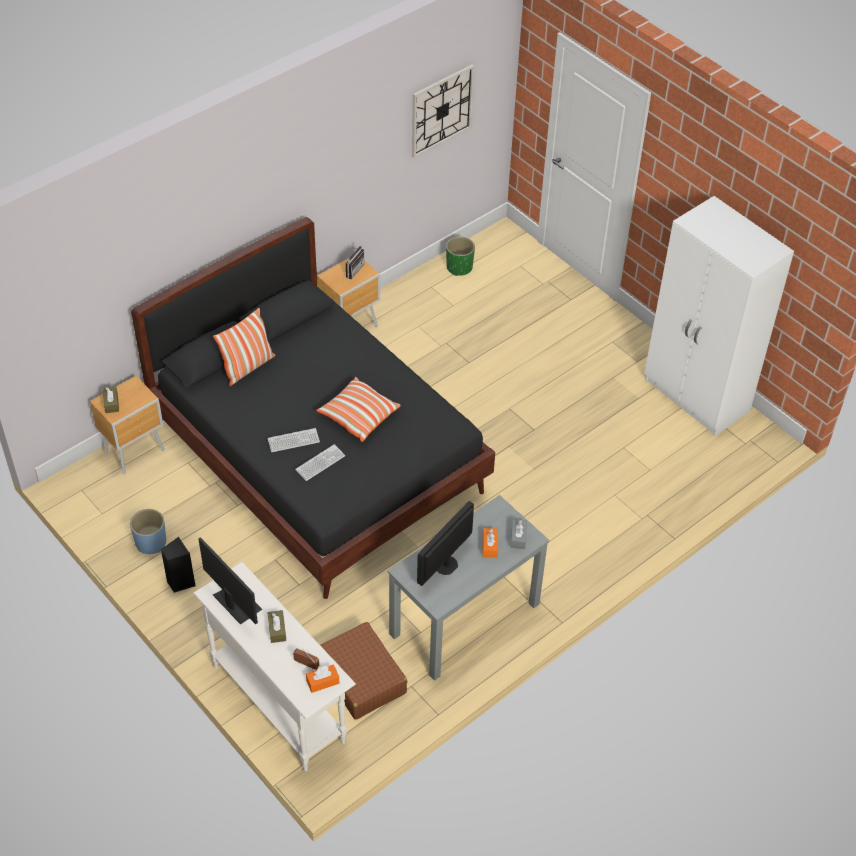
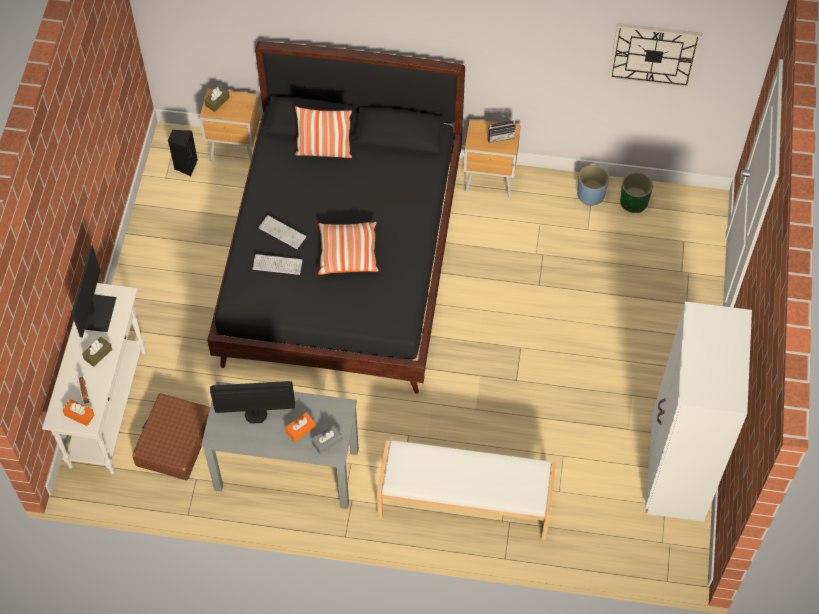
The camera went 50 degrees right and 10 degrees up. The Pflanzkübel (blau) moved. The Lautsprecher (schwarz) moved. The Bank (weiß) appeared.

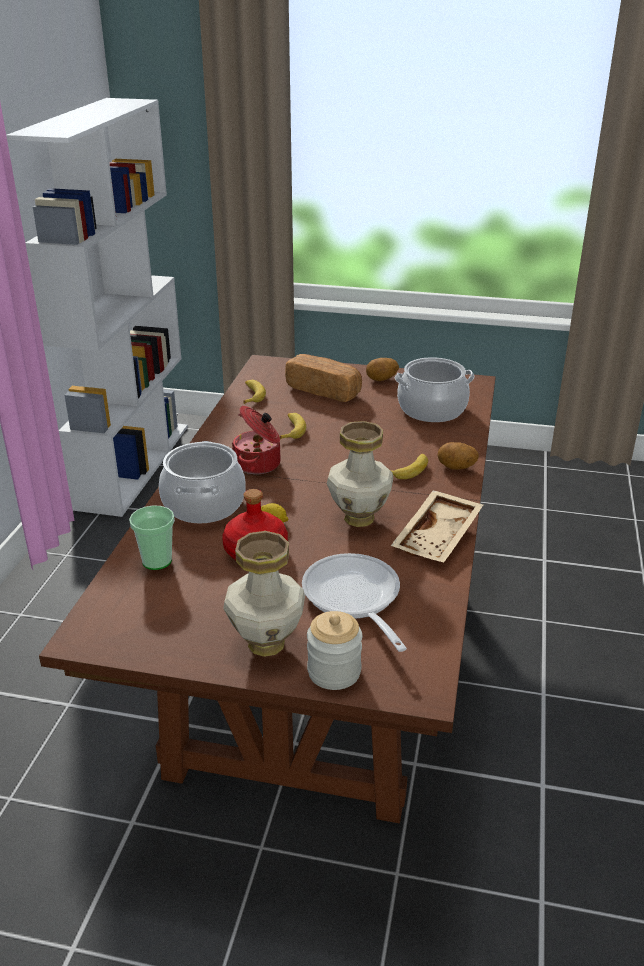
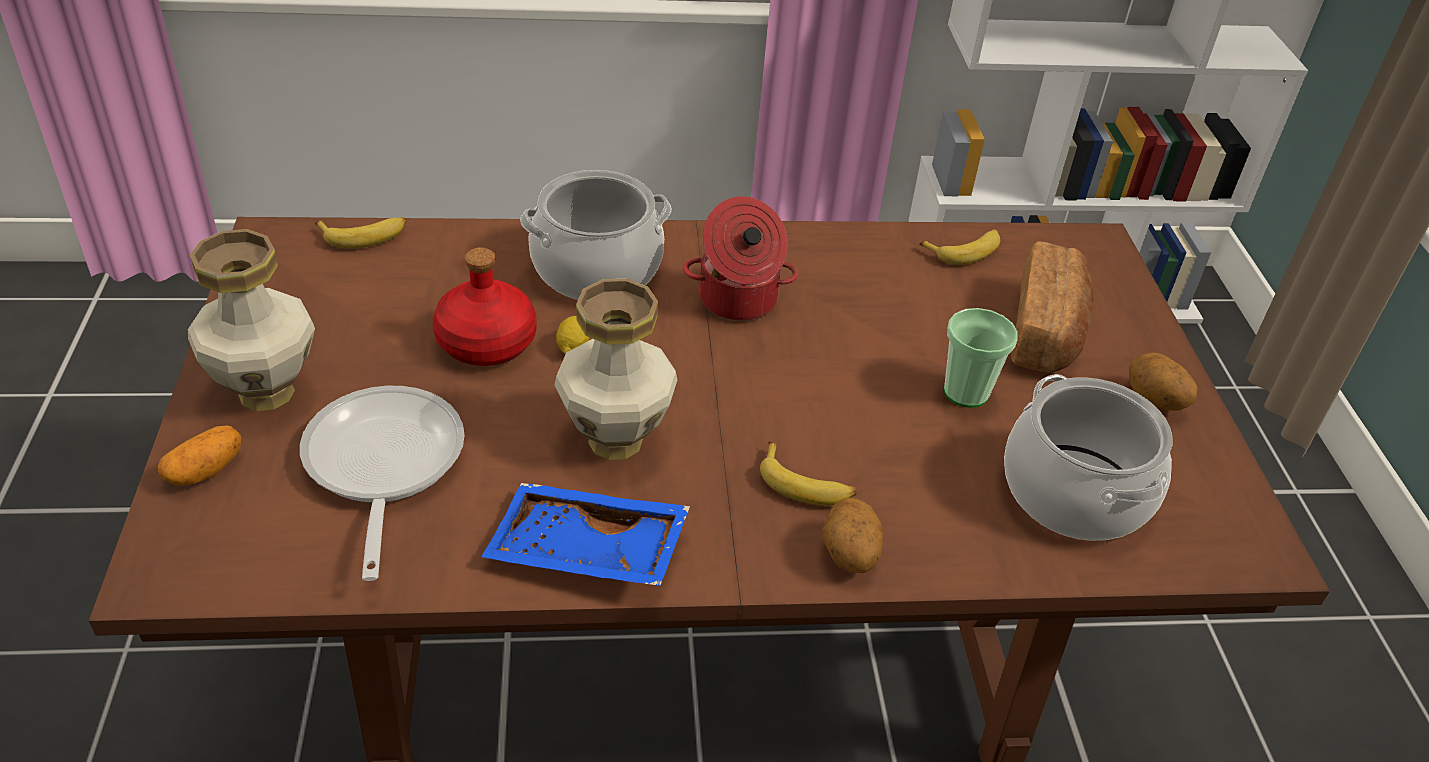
The camera went 70 degrees right and 10 degrees up. The Tasse moved. The Banane (2nd from left in the first image) moved. The Pfanne turned 60 degrees counterclockwise. The Vorratsglas was replaced by the Kartoffel (1st from left). The Tablett (beige) became the Tablett (blau).

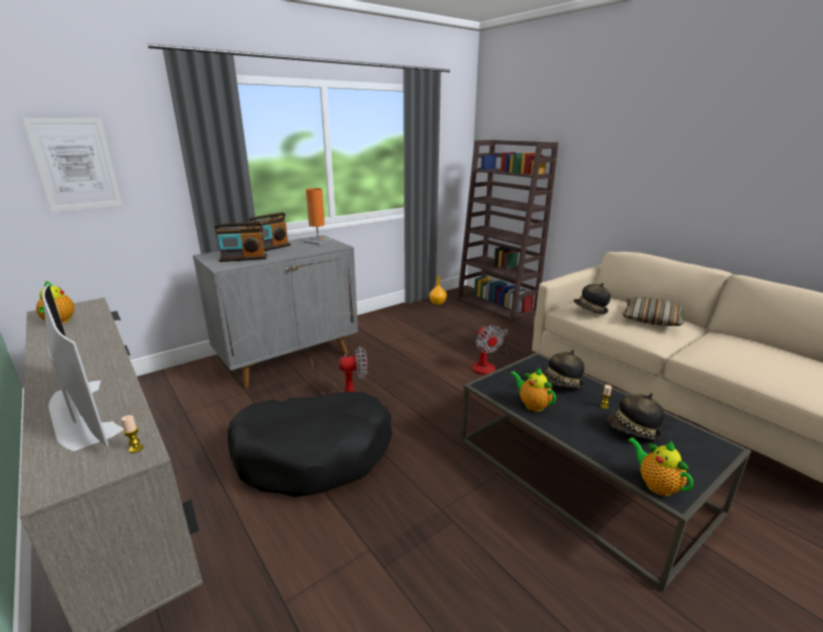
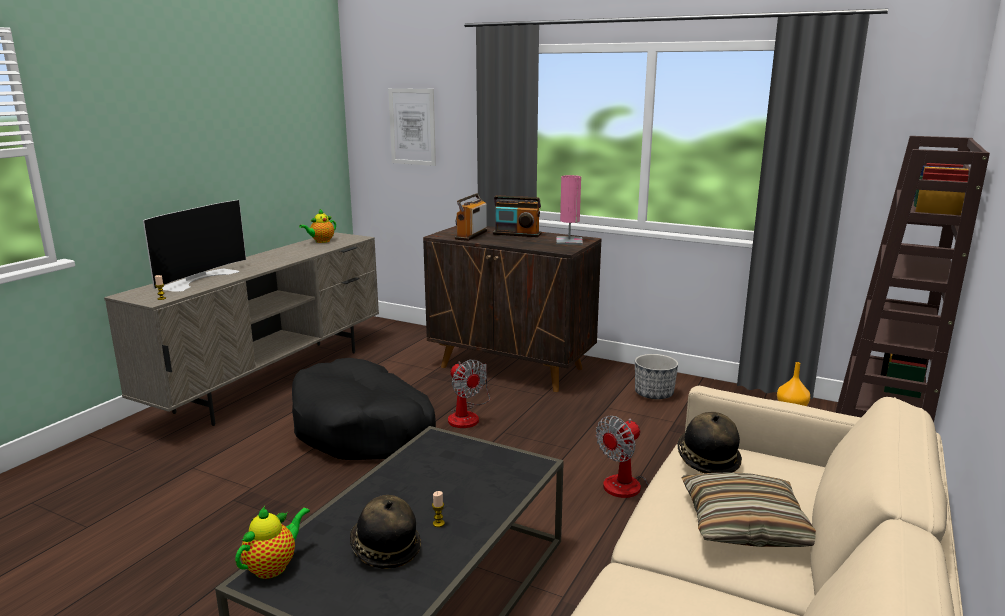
The camera went 65 degrees right and 5 degrees down. The Schrank (grau) became the Schrank (braun). The Radio (1st from left) turned 60 degrees clockwise. The Tischlampe (orange) became the Tischlampe (rosa). The Teekanne (2nd from left) disappeared. The Hut (1st from left) disappeared. The Pflanzkübel appeared.

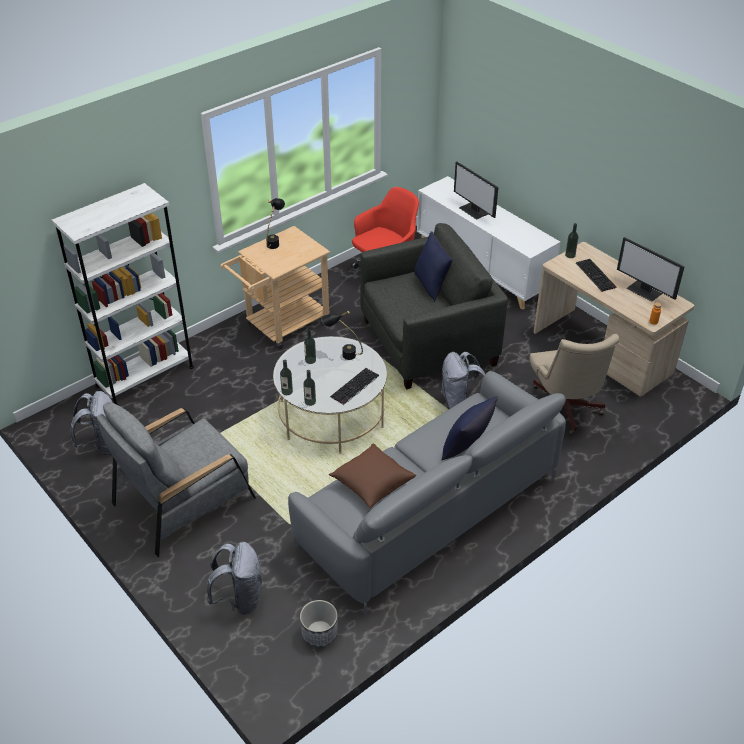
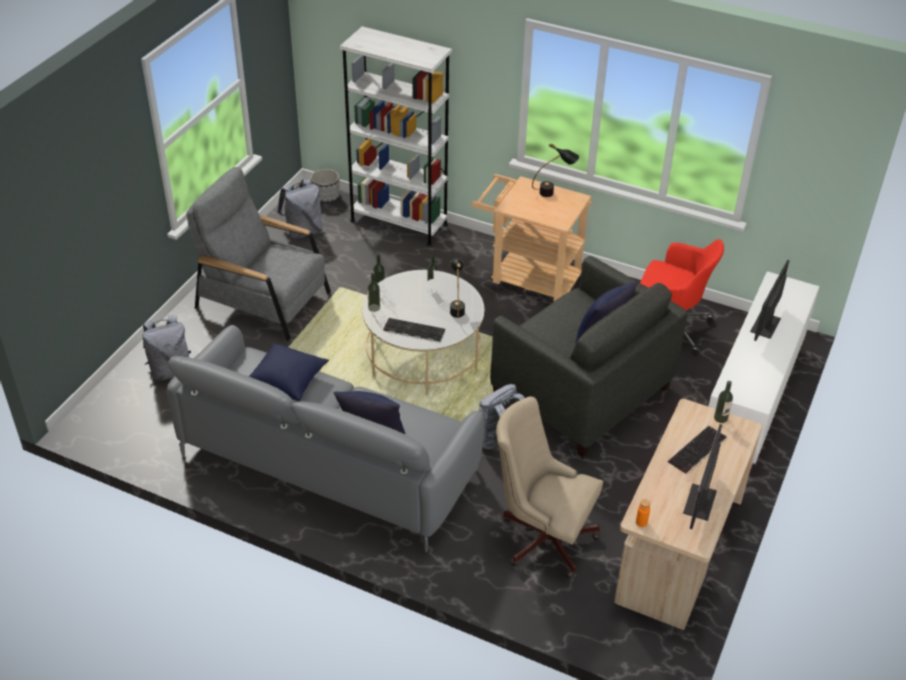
The camera went 65 degrees right and 0 degrees up. The Pflanzkübel moved. The Kissen (braun) became the Kissen (blau) (1st from left). The Bürostuhl (beige) turned 60 degrees clockwise.

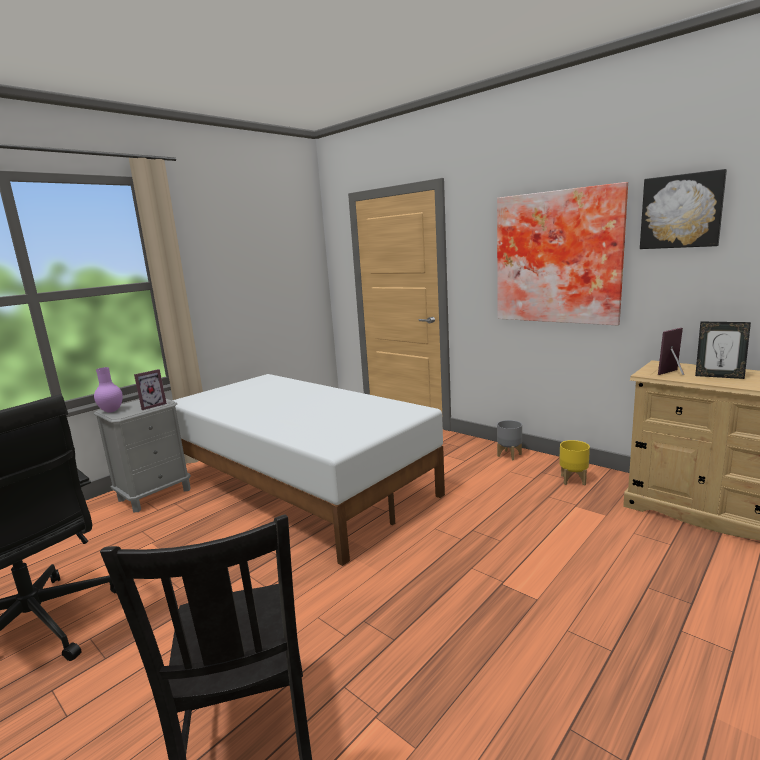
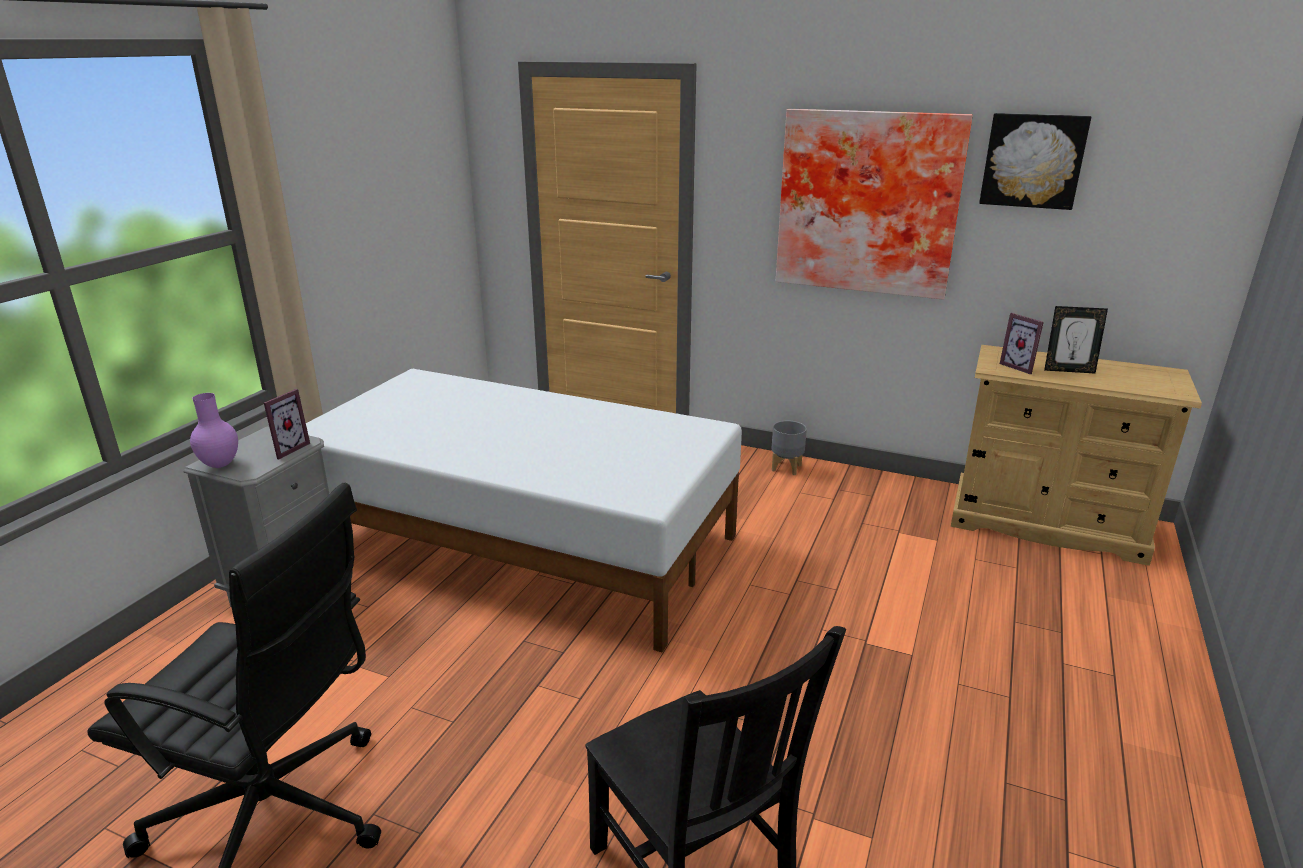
The camera went 20 degrees left and 10 degrees up. The Pflanzkübel (gelb) disappeared. The Bilderrahmen (2nd from left) turned 75 degrees counterclockwise.

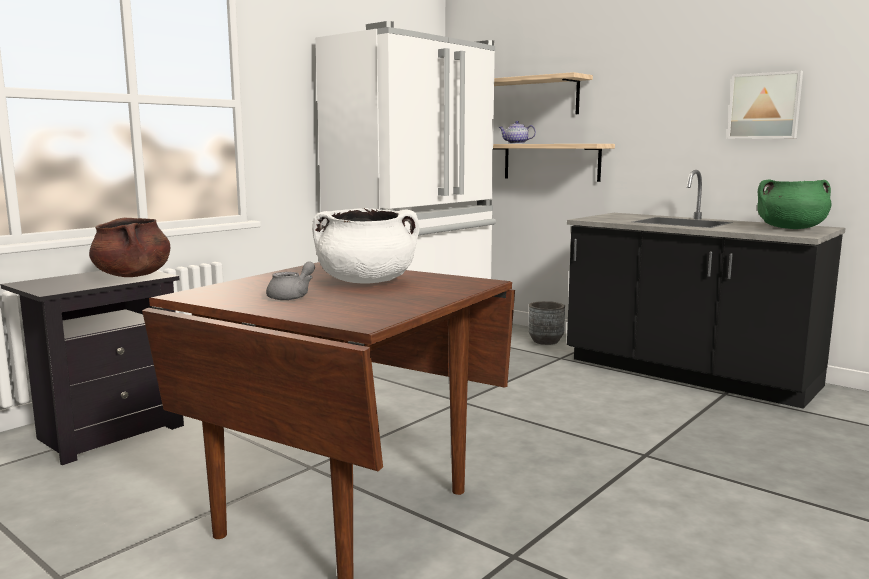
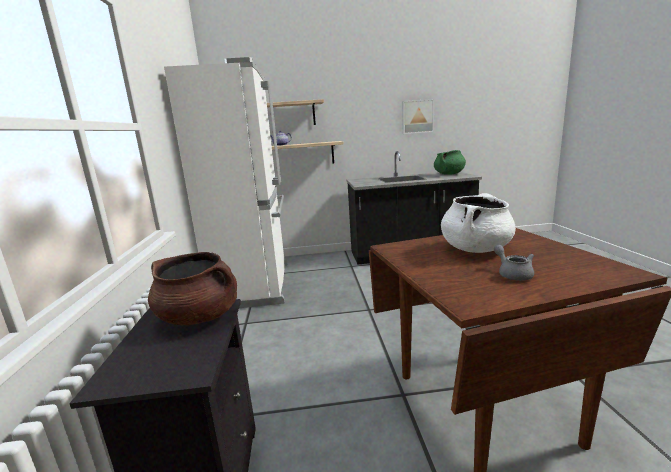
The camera went 45 degrees left and 5 degrees up. The Pflanzkübel (grau) disappeared.

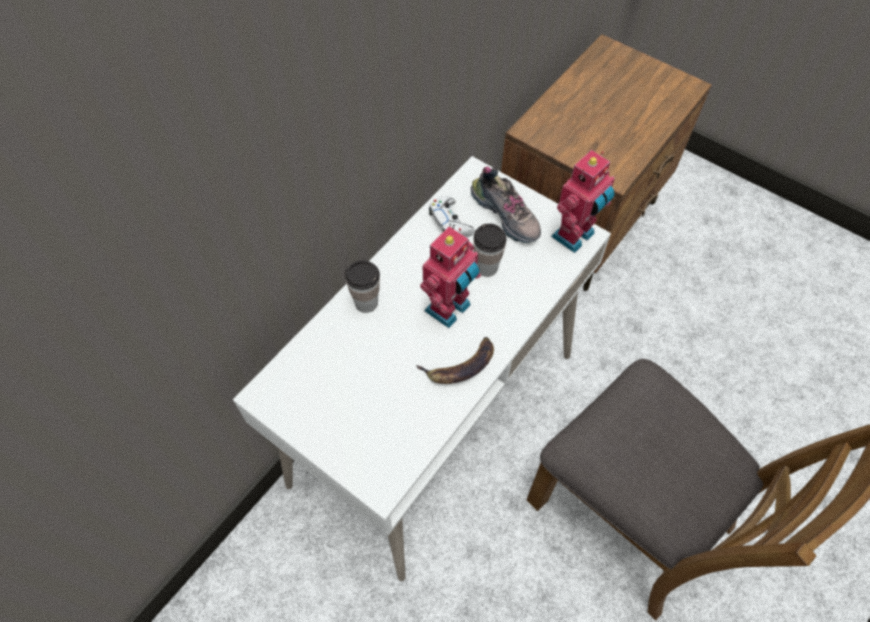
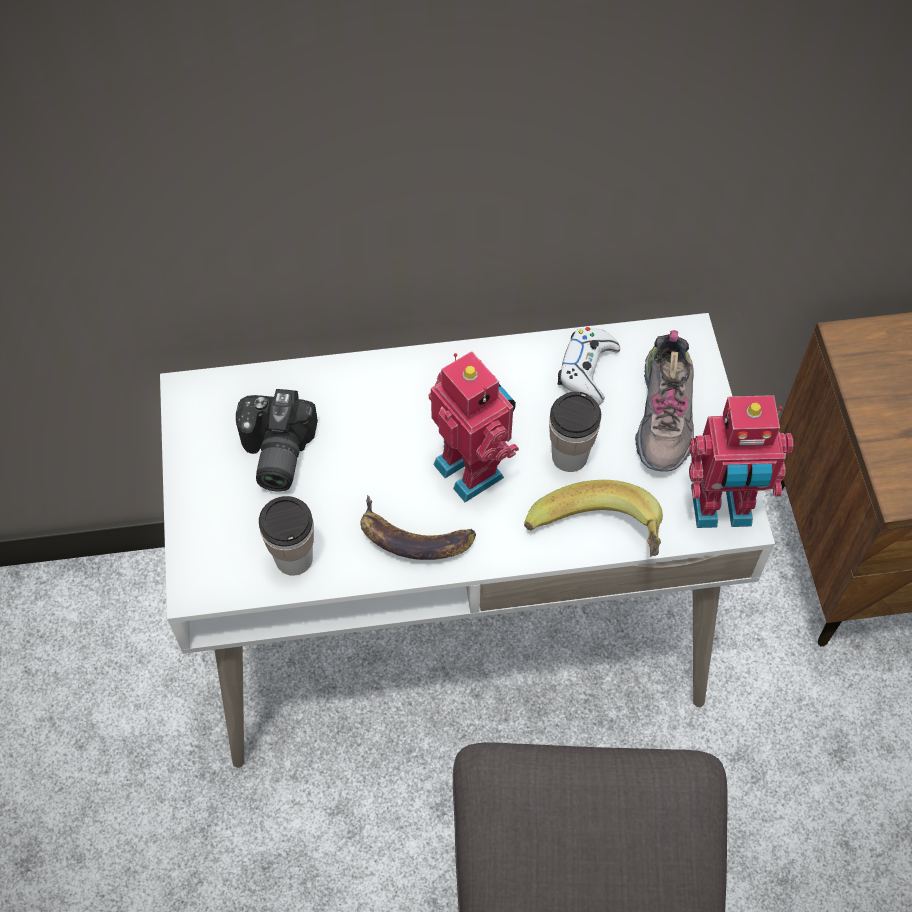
The camera went 45 degrees right and 0 degrees up. The Tasse (1st from left) moved. The Spielzeugroboter (1st from left) turned 120 degrees counterclockwise. The Kamera appeared. The Banane (2nd from left) appeared.

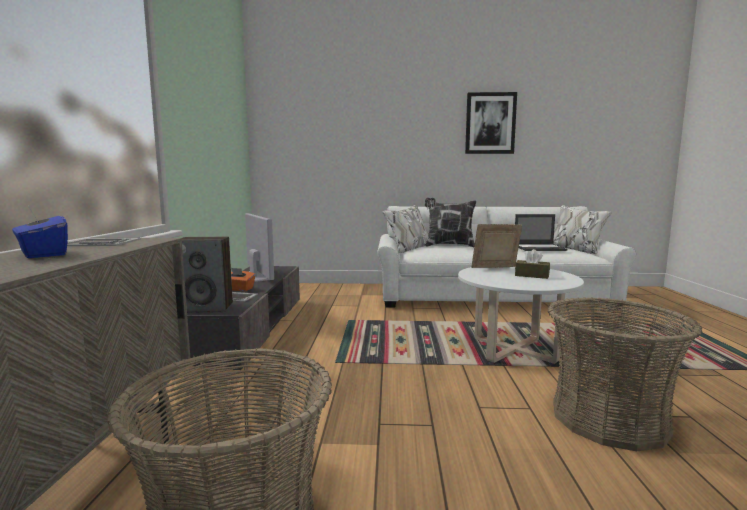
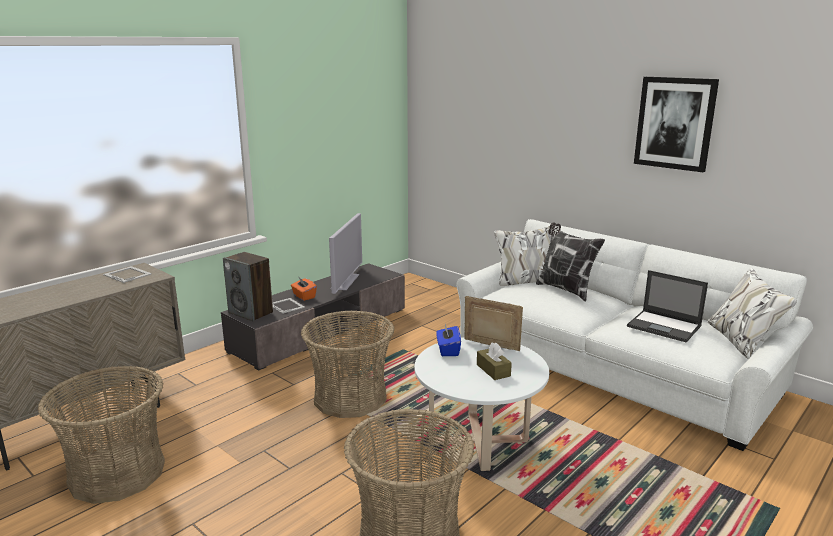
The camera went 40 degrees right and 10 degrees up. The Taschentuchbox (blau) moved. The Korb (2nd from left) appeared.

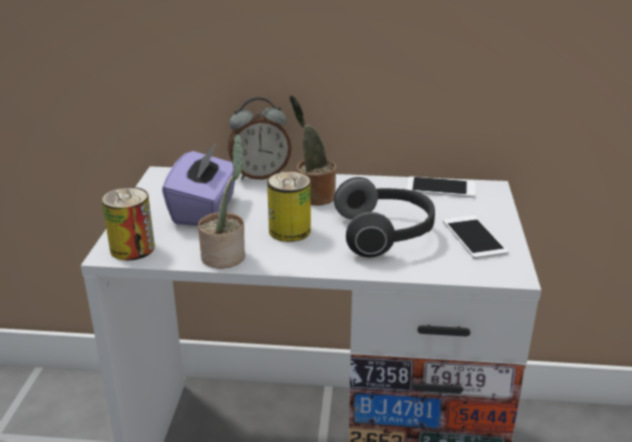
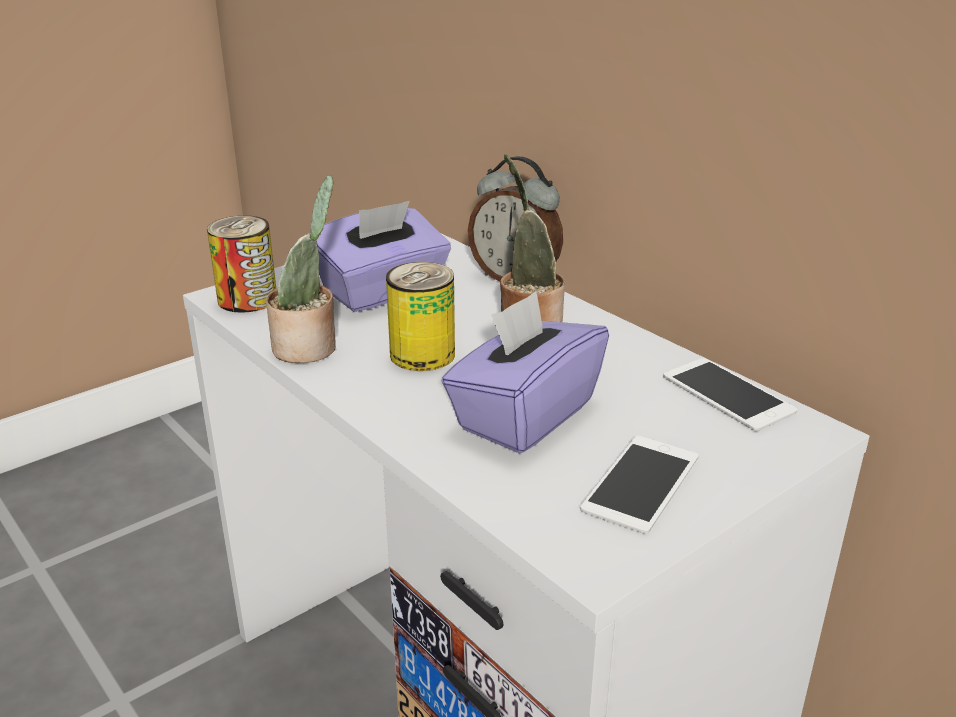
The camera went 45 degrees right and 0 degrees up. The Kopfhörer was replaced by the Taschentuchbox (lila) (2nd from left).

